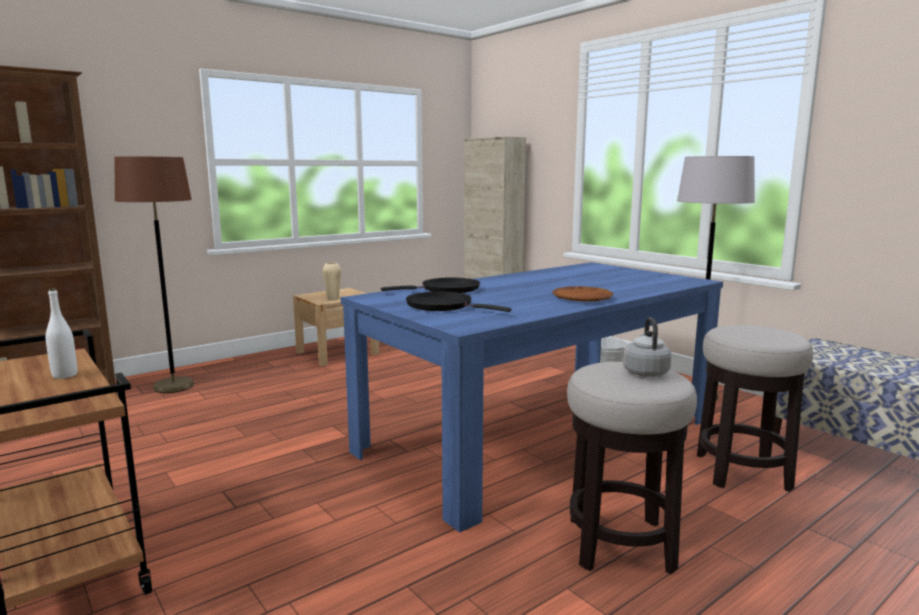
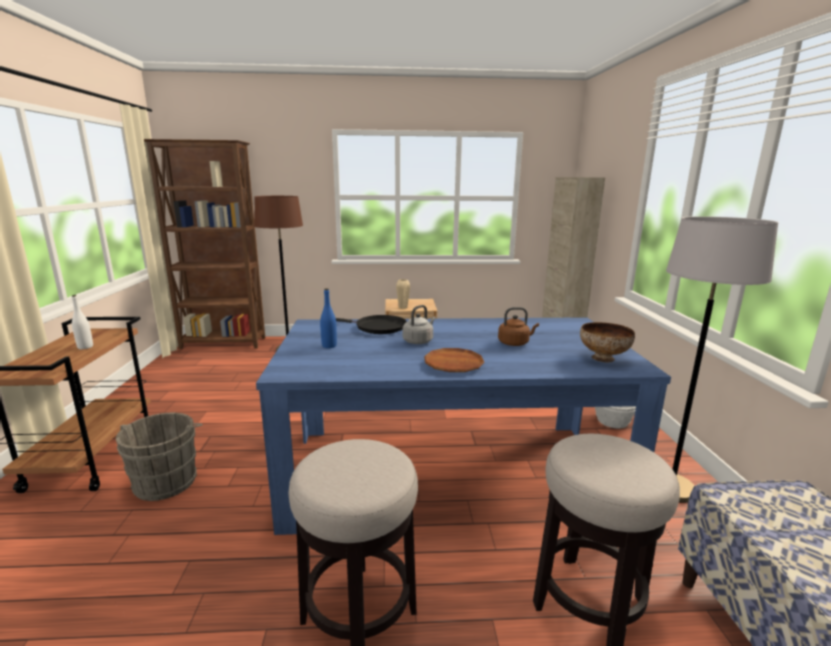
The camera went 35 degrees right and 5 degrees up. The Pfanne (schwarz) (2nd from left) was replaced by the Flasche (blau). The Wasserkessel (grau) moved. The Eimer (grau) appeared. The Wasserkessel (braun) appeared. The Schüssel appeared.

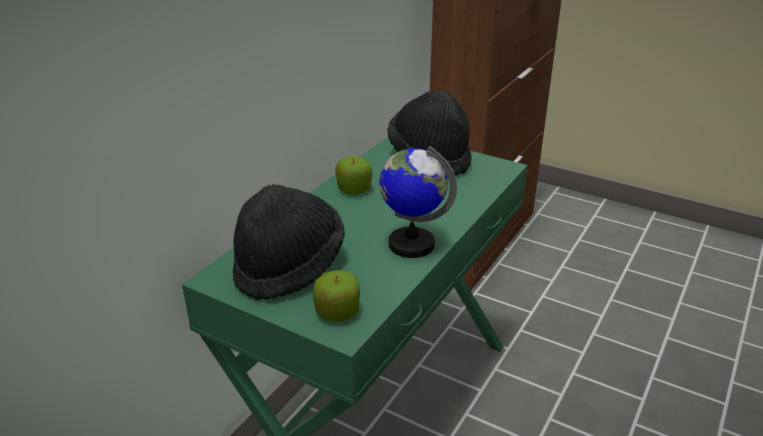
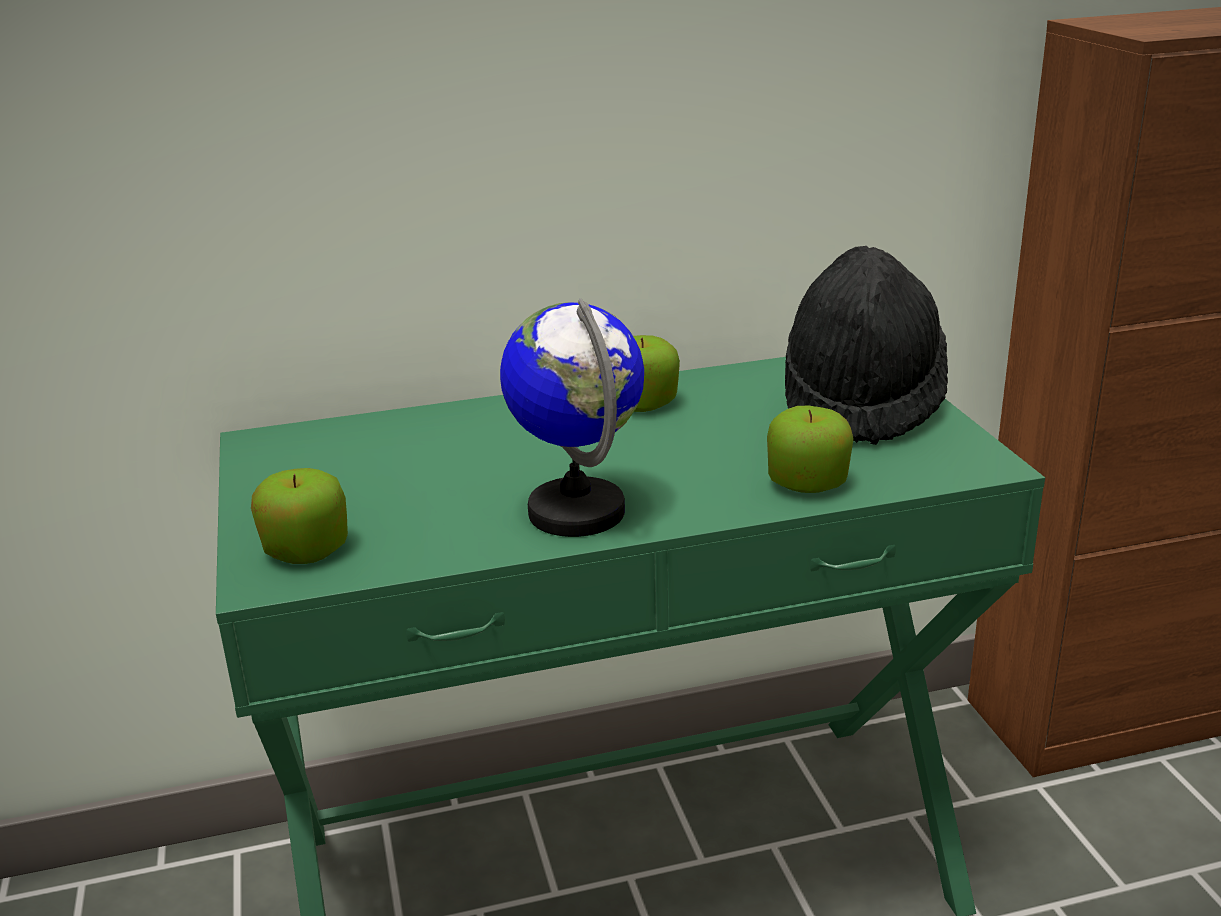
The camera went 45 degrees right and 5 degrees down. The Hut (schwarz) (1st from left) disappeared. The Apfel (3rd from left) appeared.

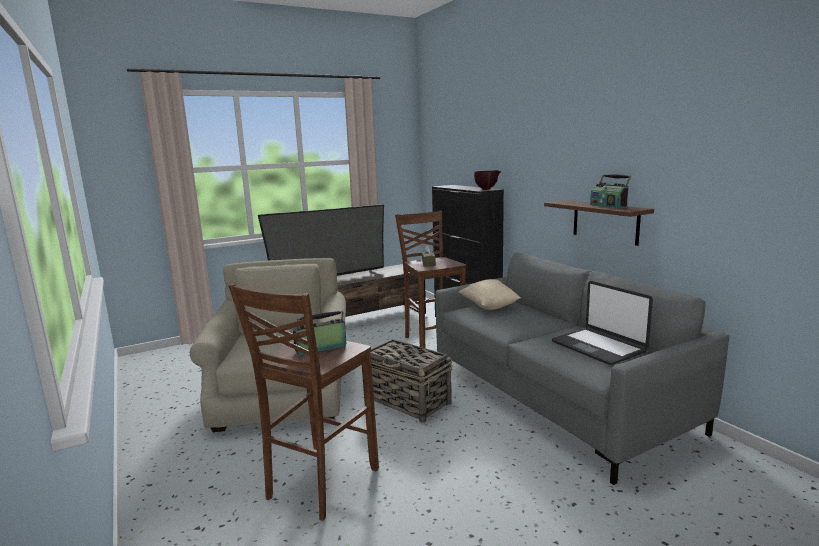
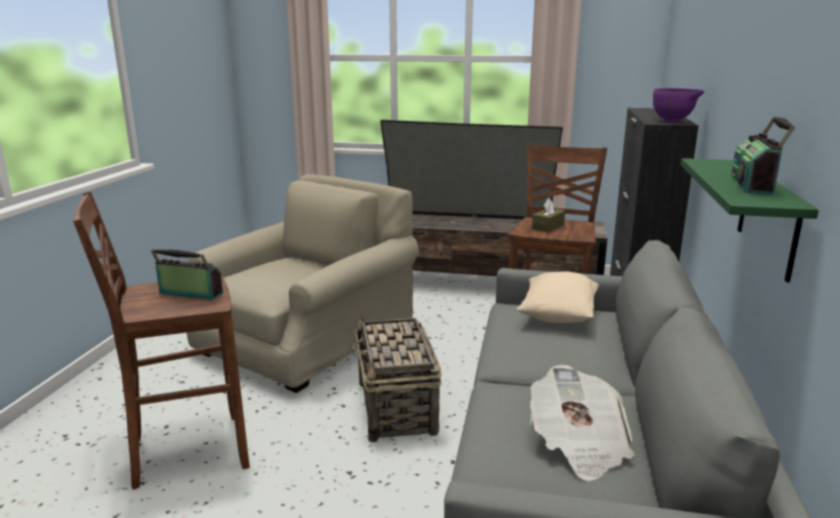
The camera went 40 degrees right and 5 degrees up. The Schüssel (braun) became the Schüssel (lila). The Wandregal (braun) became the Wandregal (grün). The Laptop was replaced by the Zeitung.

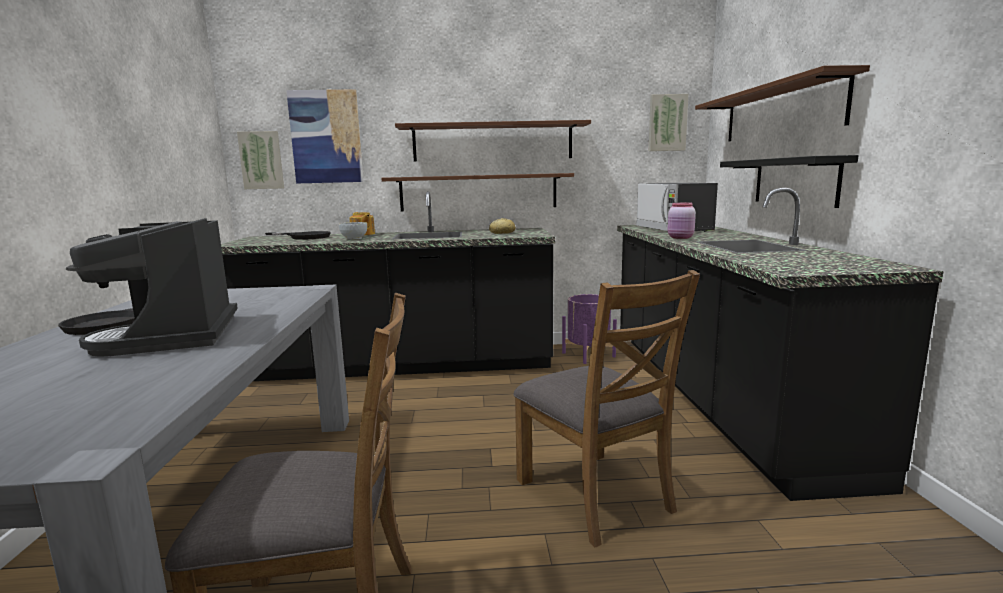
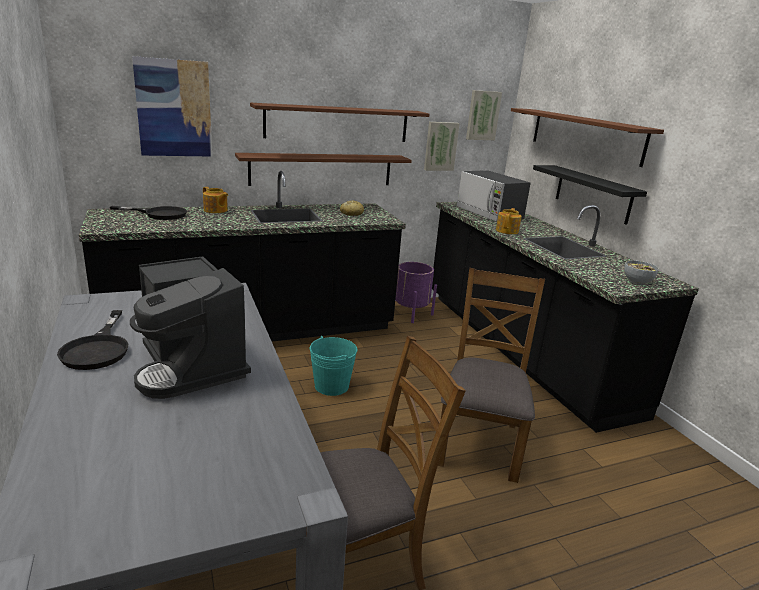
The camera went 20 degrees left and 10 degrees up. The Bild (1st from left in the first image) moved. The Schüssel moved. The Stuhl (braun) (2nd from left) turned 120 degrees counterclockwise. The Vorratsglas (rosa) was replaced by the Teekanne (2nd from left). The Eimer (türkis) appeared.

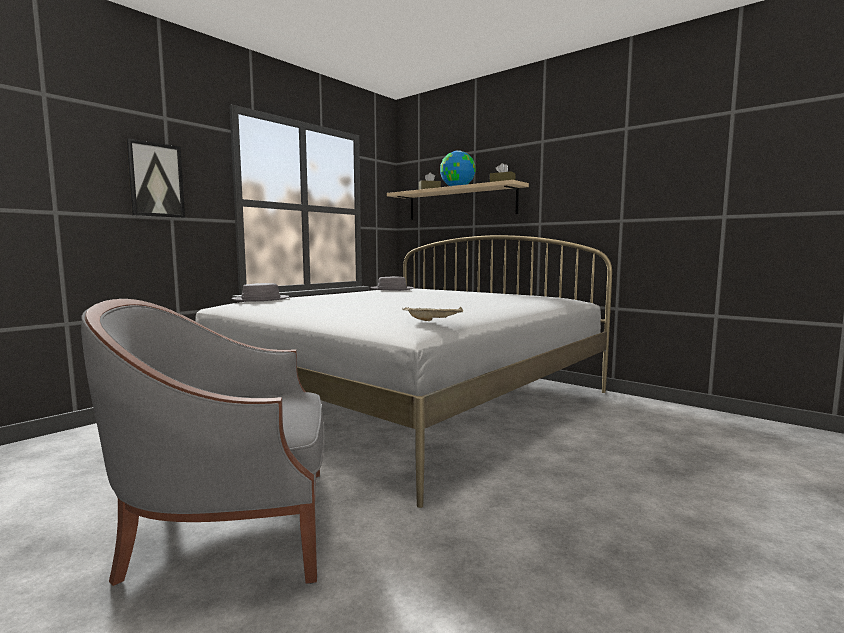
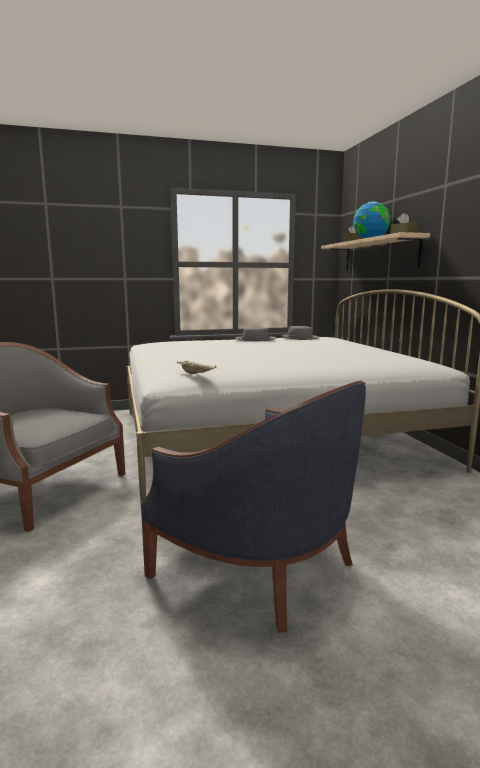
The camera went 35 degrees right and 5 degrees up. The Bild disappeared. The Hut (grau) (1st from left) moved. The Sessel (blau) appeared.

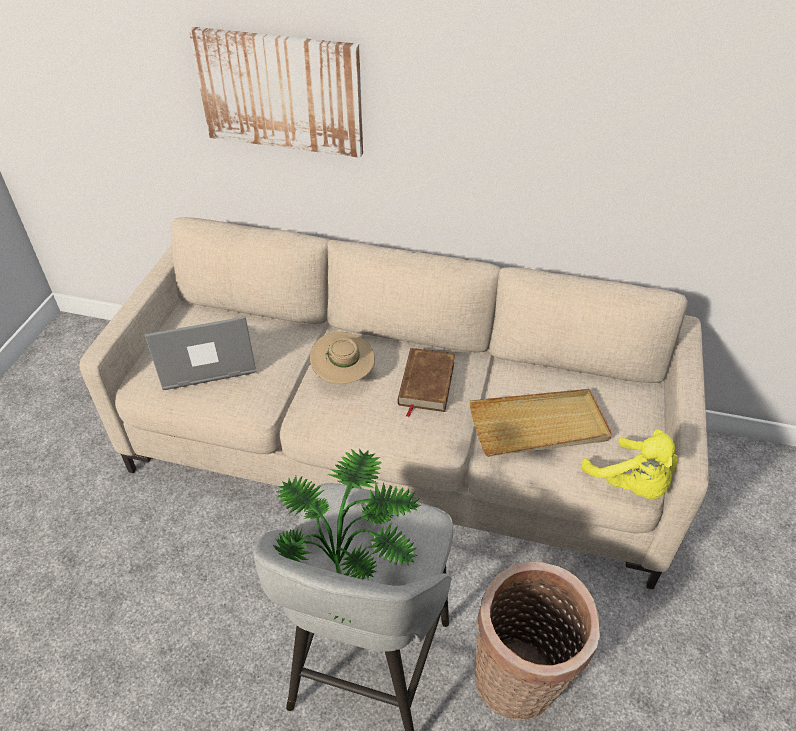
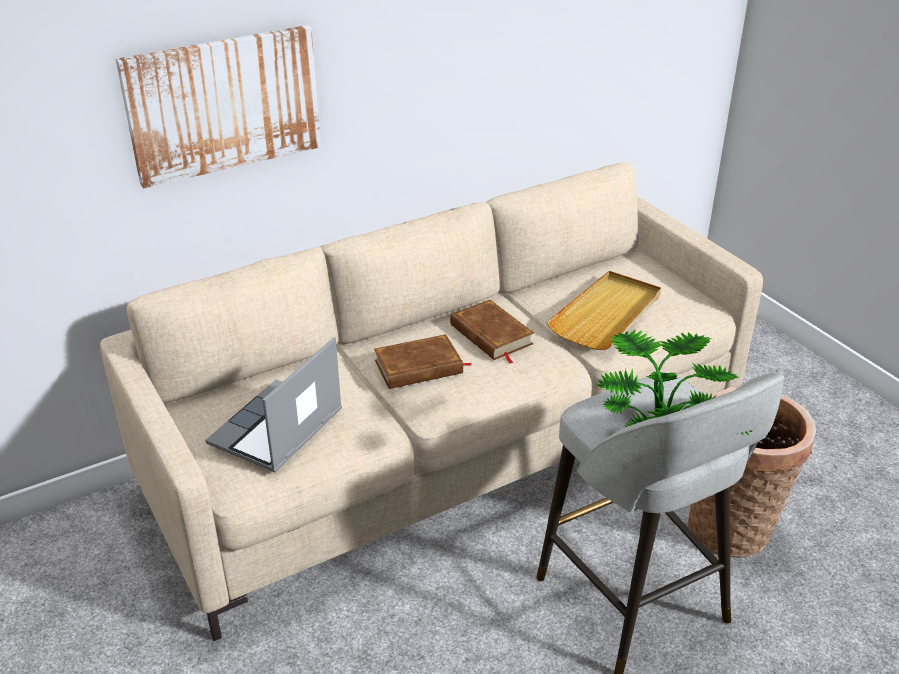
The camera went 45 degrees left and 10 degrees down. The Hut (beige) was replaced by the Buch (braun) (1st from left). The Plüschtier (gelb) disappeared.

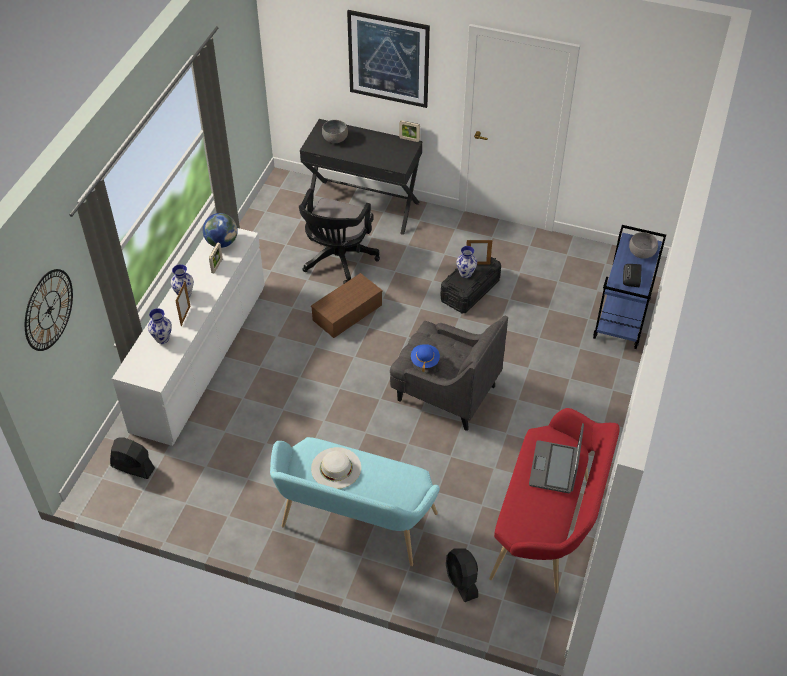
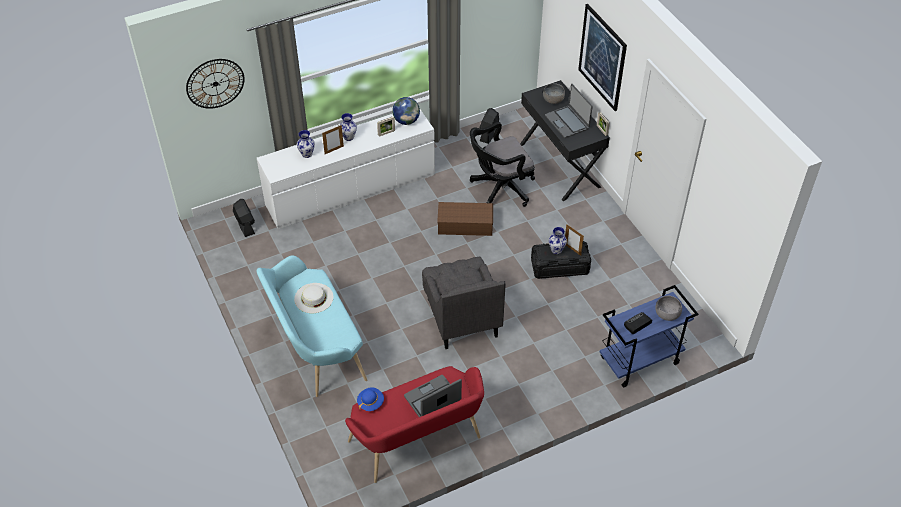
The camera went 45 degrees right and 0 degrees up. The Hut (blau) moved. The Ventilator (schwarz) (2nd from left) moved. The Laptop (2nd from left) appeared.

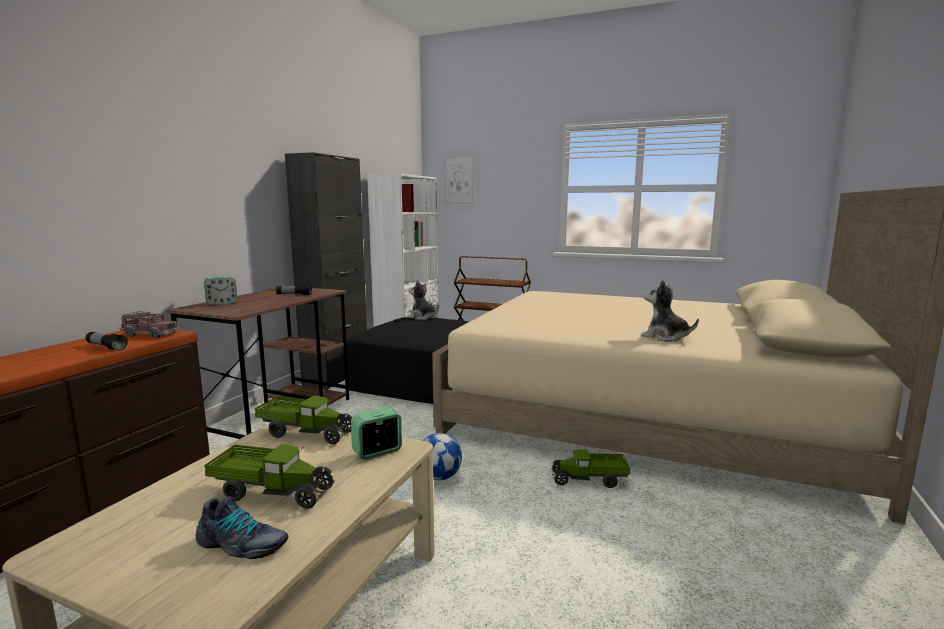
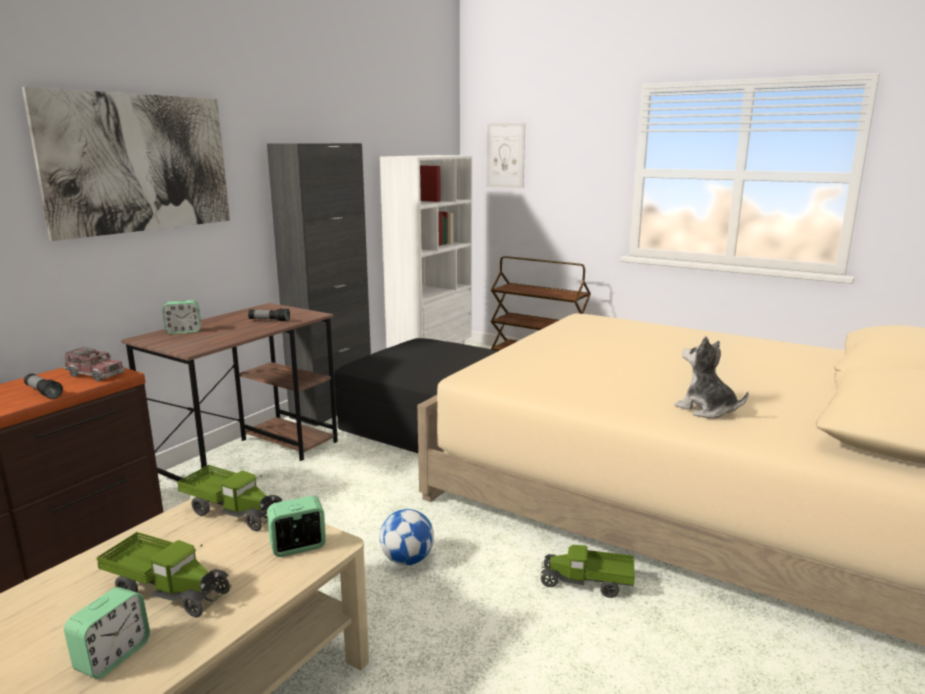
The camera went 10 degrees right and 5 degrees up. The Schuh was replaced by the Wecker (1st from left). The Plüschtier (1st from left) disappeared. The Bild (1st from left) appeared.

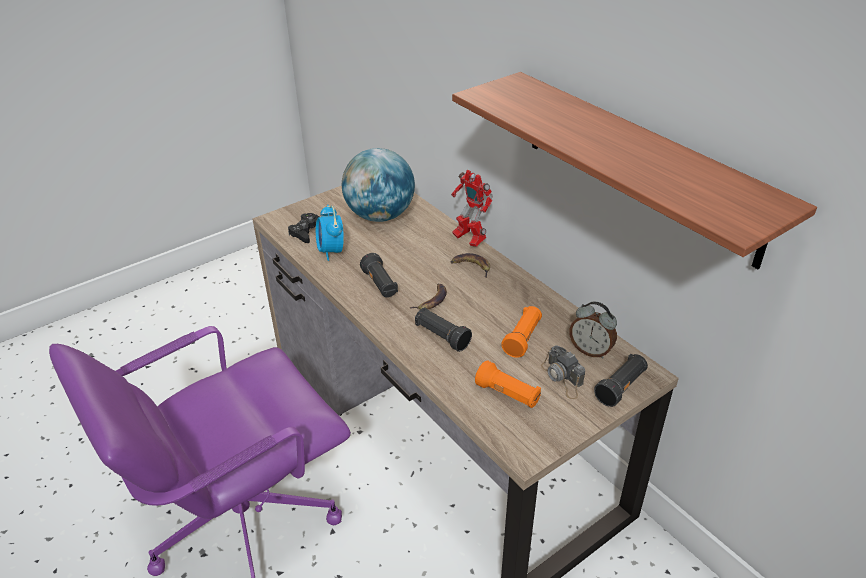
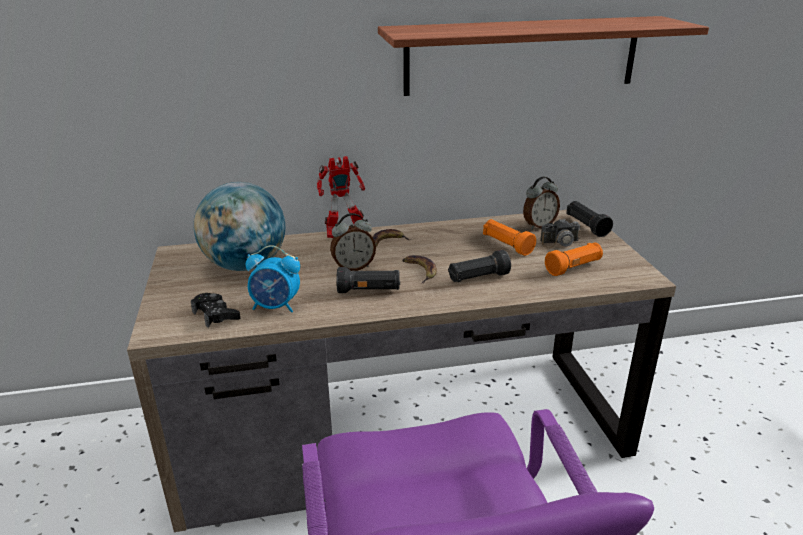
The camera went 65 degrees left and 10 degrees down. The Wecker (2nd from left) appeared.

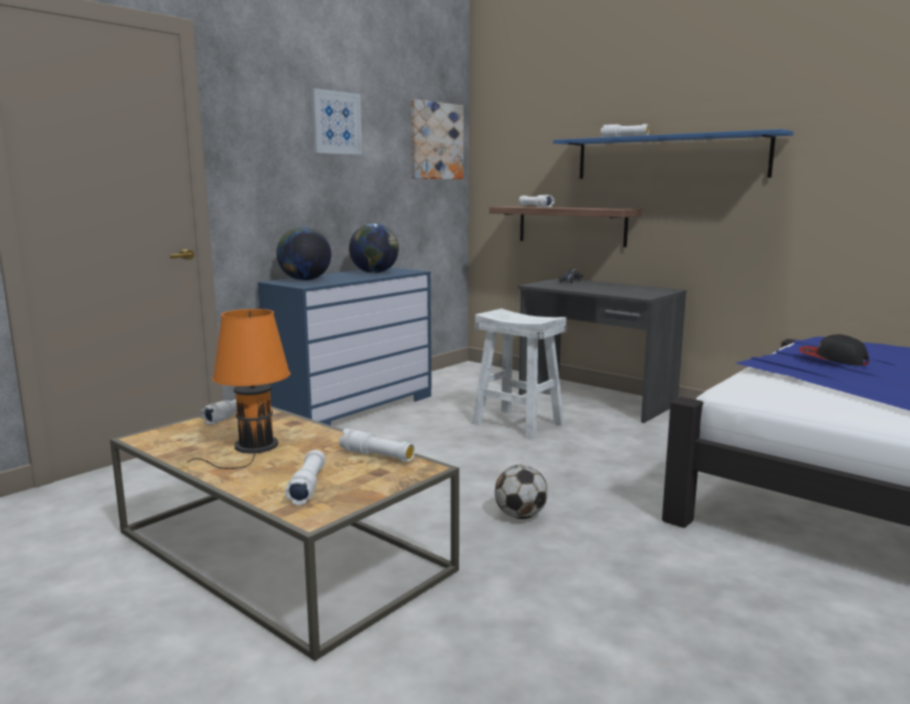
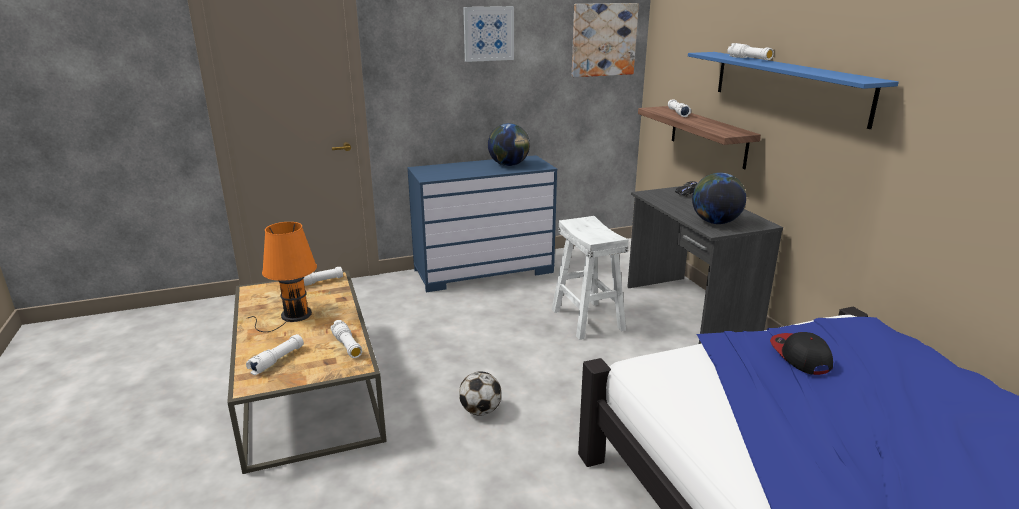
The camera went 30 degrees right and 10 degrees up. The Globus (1st from left in the first image) moved.

